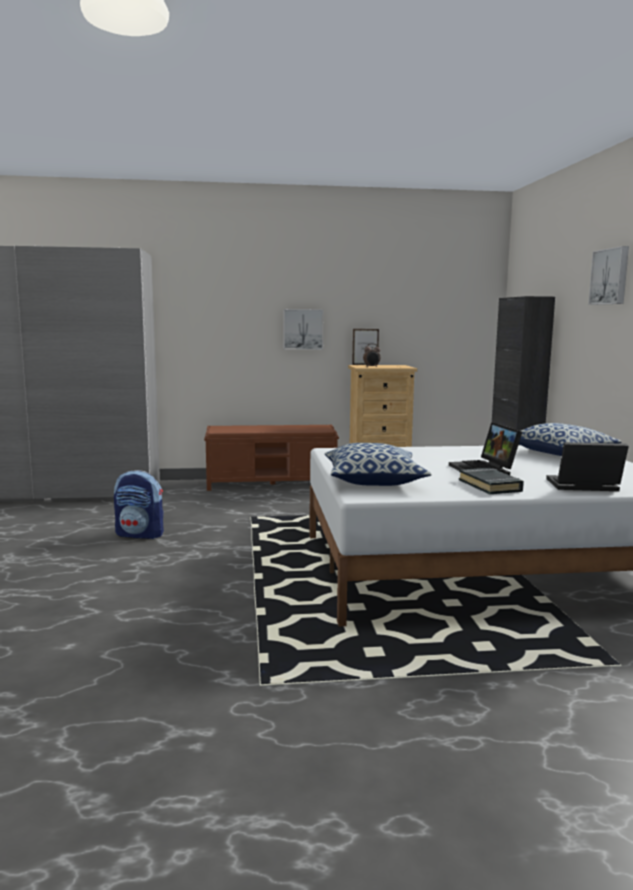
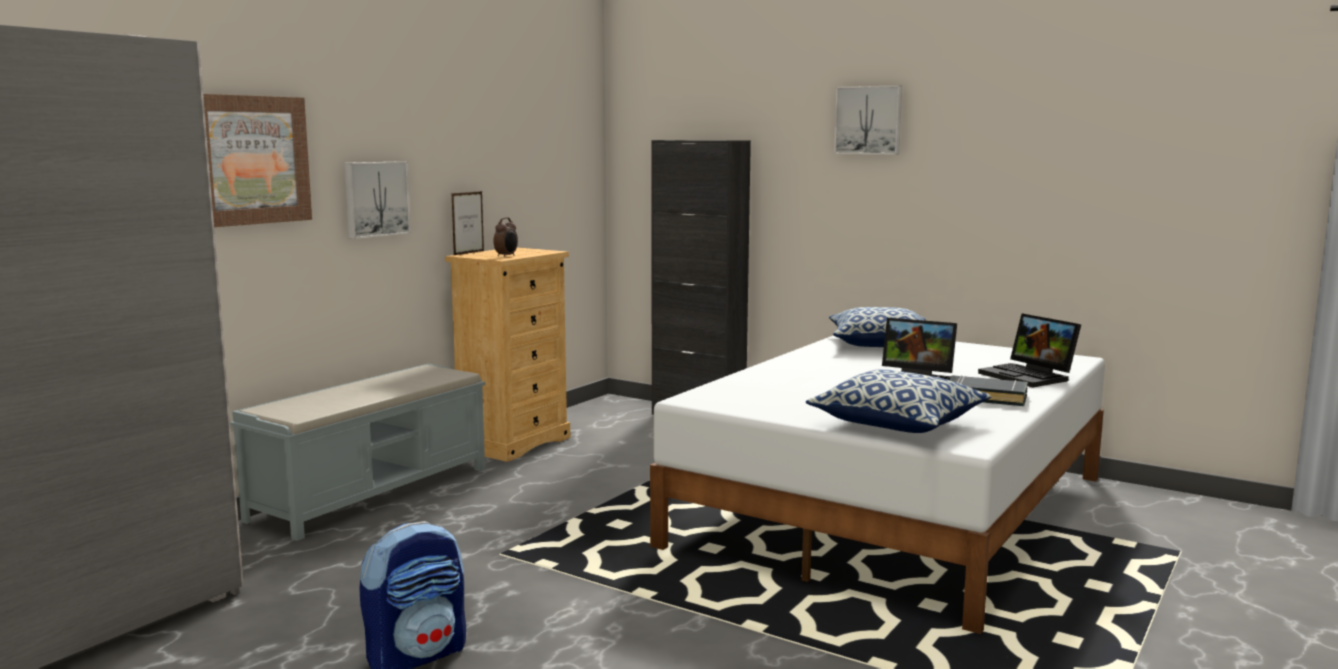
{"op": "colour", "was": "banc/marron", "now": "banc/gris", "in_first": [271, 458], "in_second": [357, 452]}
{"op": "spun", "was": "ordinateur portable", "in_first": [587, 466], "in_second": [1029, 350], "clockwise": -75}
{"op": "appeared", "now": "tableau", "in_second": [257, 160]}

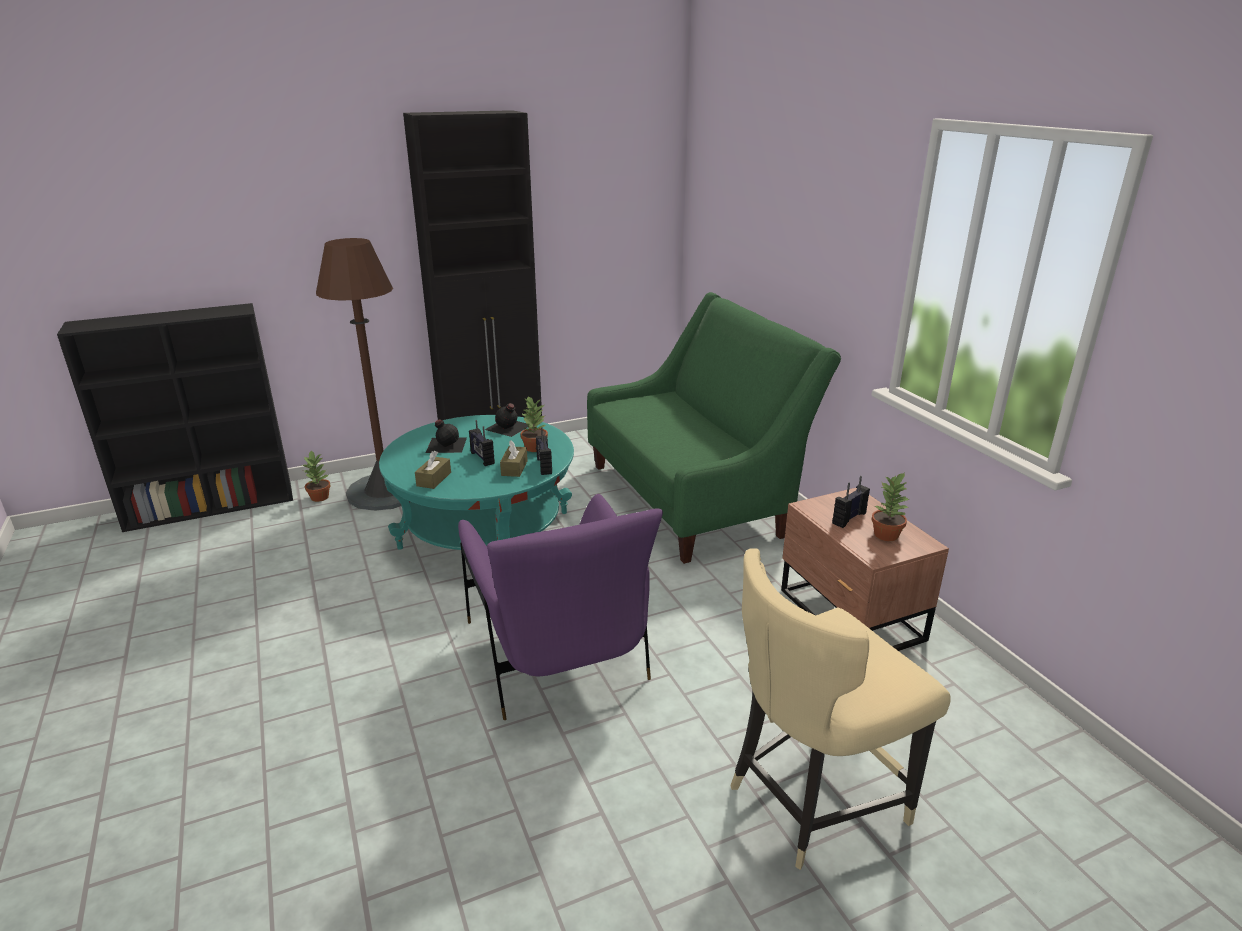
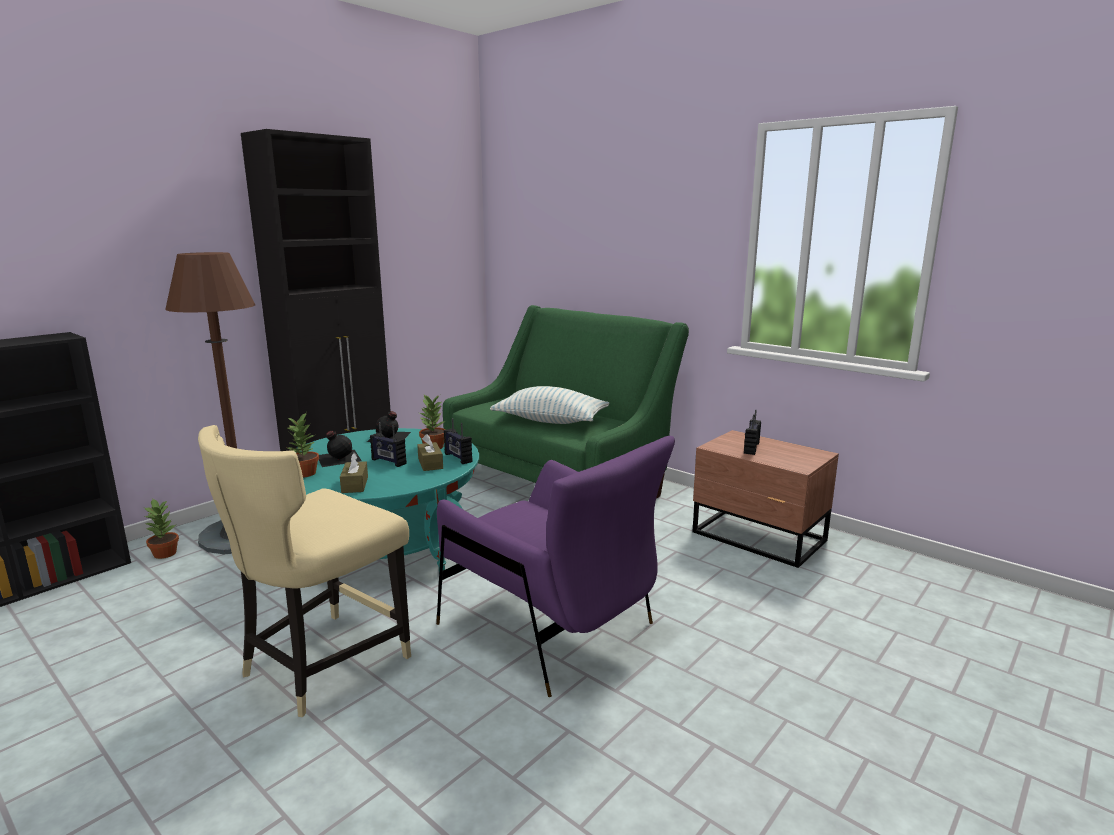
{"op": "relocated", "was": "chaise/beige", "in_first": [840, 709], "in_second": [304, 571]}
{"op": "relocated", "was": "plante en pot", "in_first": [890, 507], "in_second": [302, 445]}
{"op": "appeared", "now": "coussin", "in_second": [549, 405]}

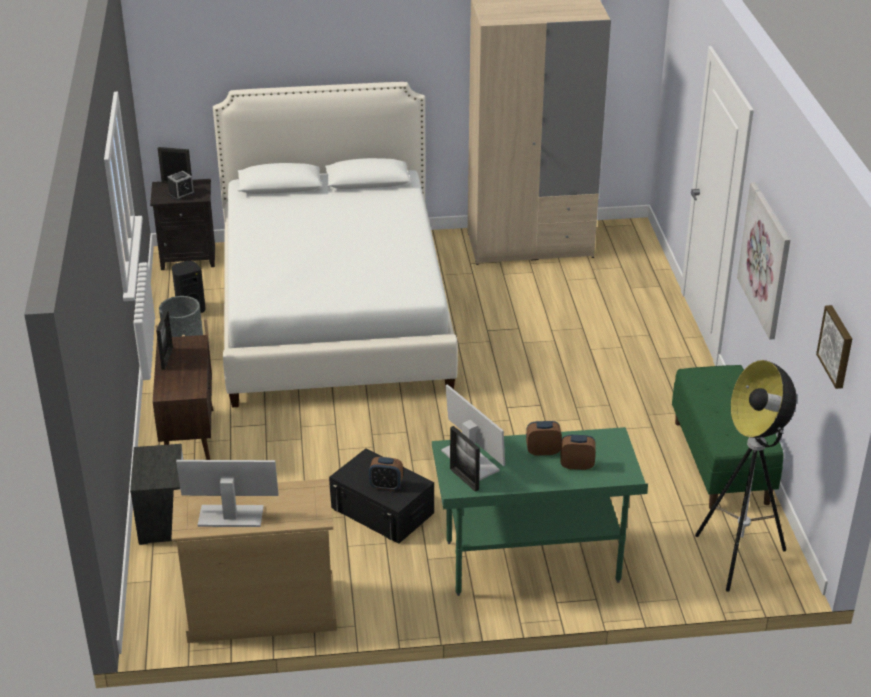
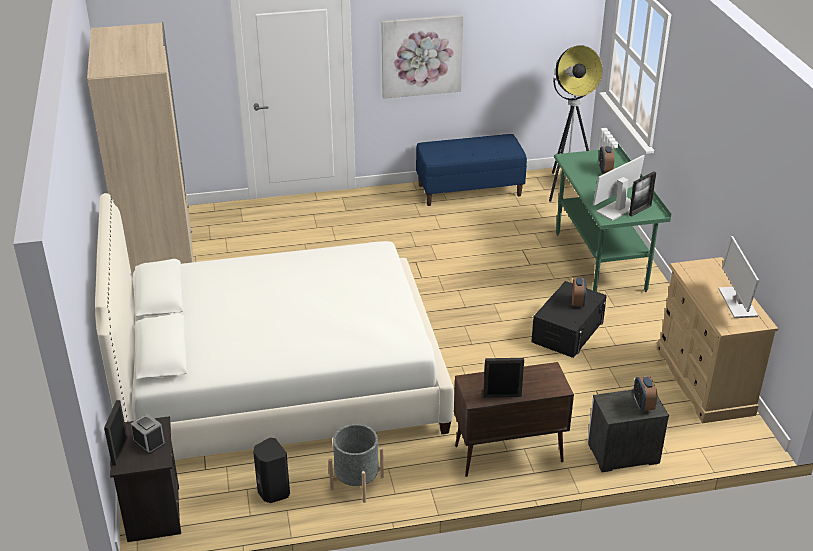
{"op": "relocated", "was": "réveil", "in_first": [544, 438], "in_second": [645, 393]}
{"op": "colour", "was": "banc/vert", "now": "banc/bleu", "in_first": [727, 437], "in_second": [471, 170]}
{"op": "missing", "was": "tableau", "in_first": [834, 347]}

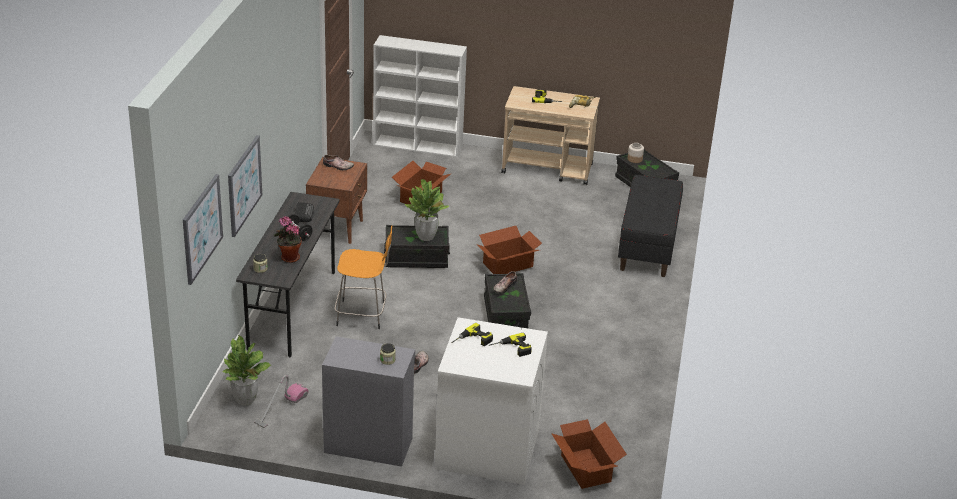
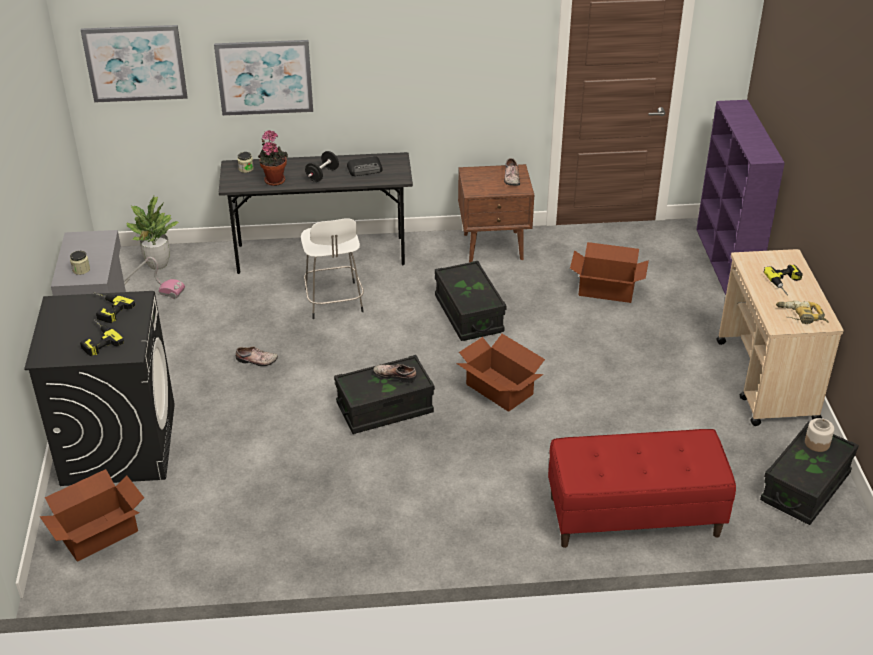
{"op": "colour", "was": "tabouret/orange", "now": "tabouret/blanc", "in_first": [363, 277], "in_second": [332, 268]}
{"op": "colour", "was": "bibliothèque/blanc", "now": "bibliothèque/violet", "in_first": [420, 96], "in_second": [740, 197]}
{"op": "missing", "was": "plante en pot", "in_first": [427, 210]}
{"op": "colour", "was": "lave-linge/blanc", "now": "lave-linge/noir", "in_first": [491, 401], "in_second": [99, 388]}
{"op": "colour", "was": "banc/noir", "now": "banc/rouge", "in_first": [650, 226], "in_second": [642, 488]}

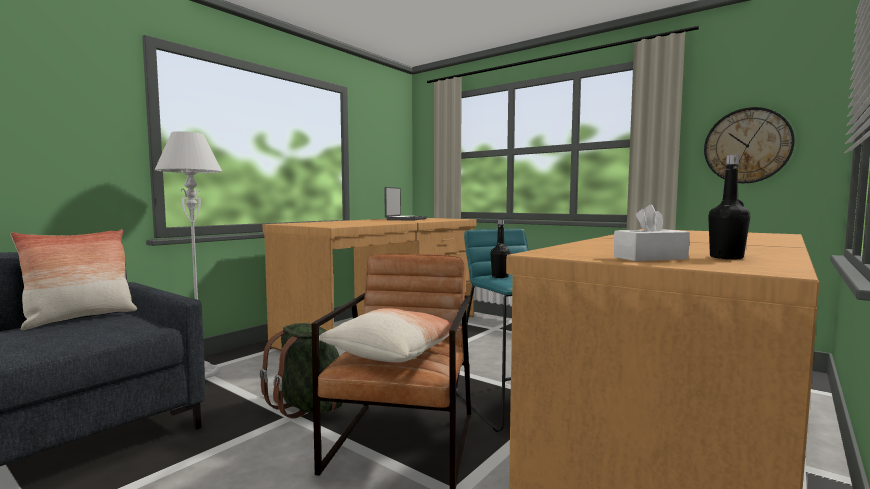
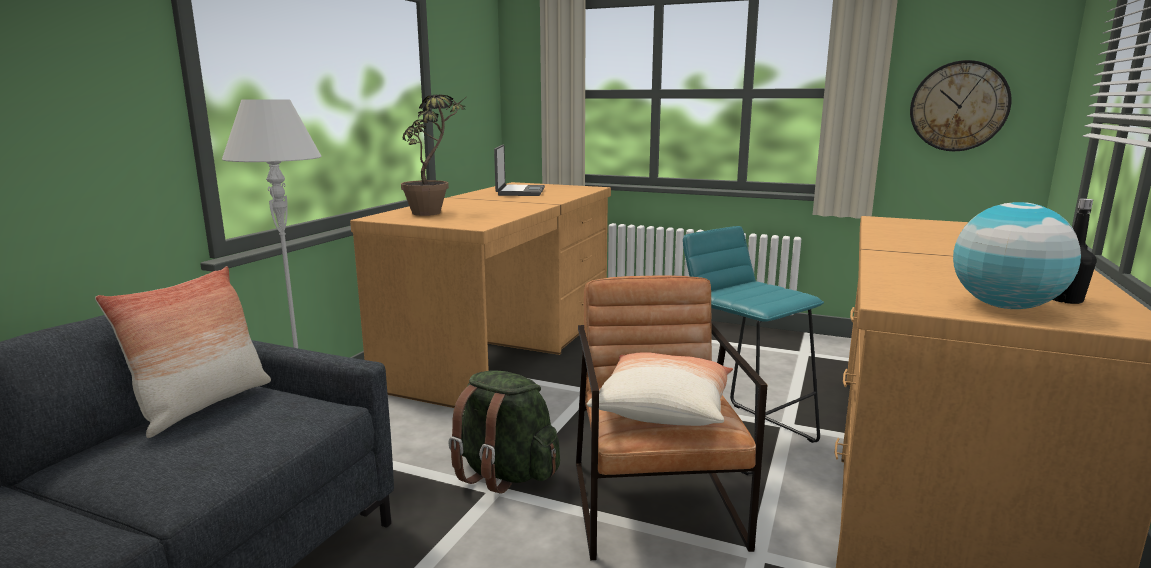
{"op": "missing", "was": "bouteille/noir", "in_first": [500, 248]}
{"op": "exchanged", "was": "boîte à mouchoirs/blanc", "now": "globe", "in_first": [651, 233], "in_second": [1017, 255]}
{"op": "appeared", "now": "plante en pot", "in_second": [433, 155]}

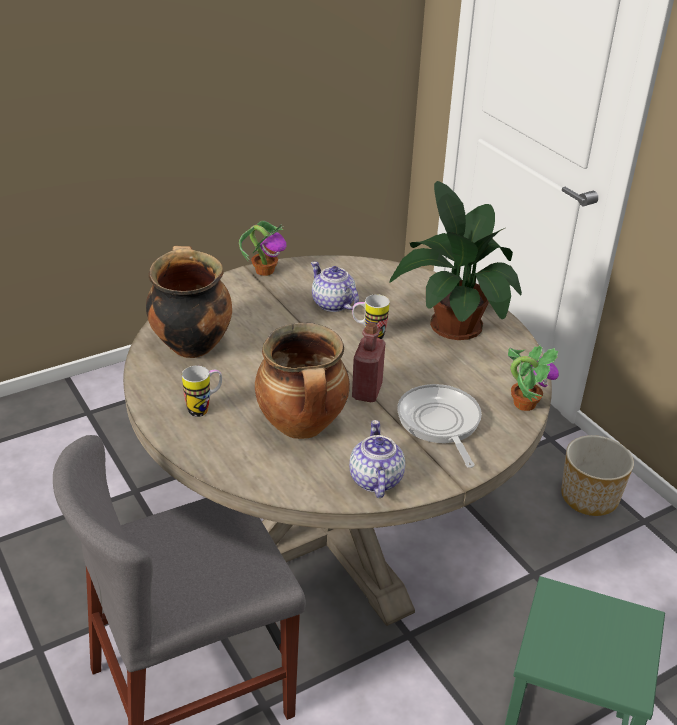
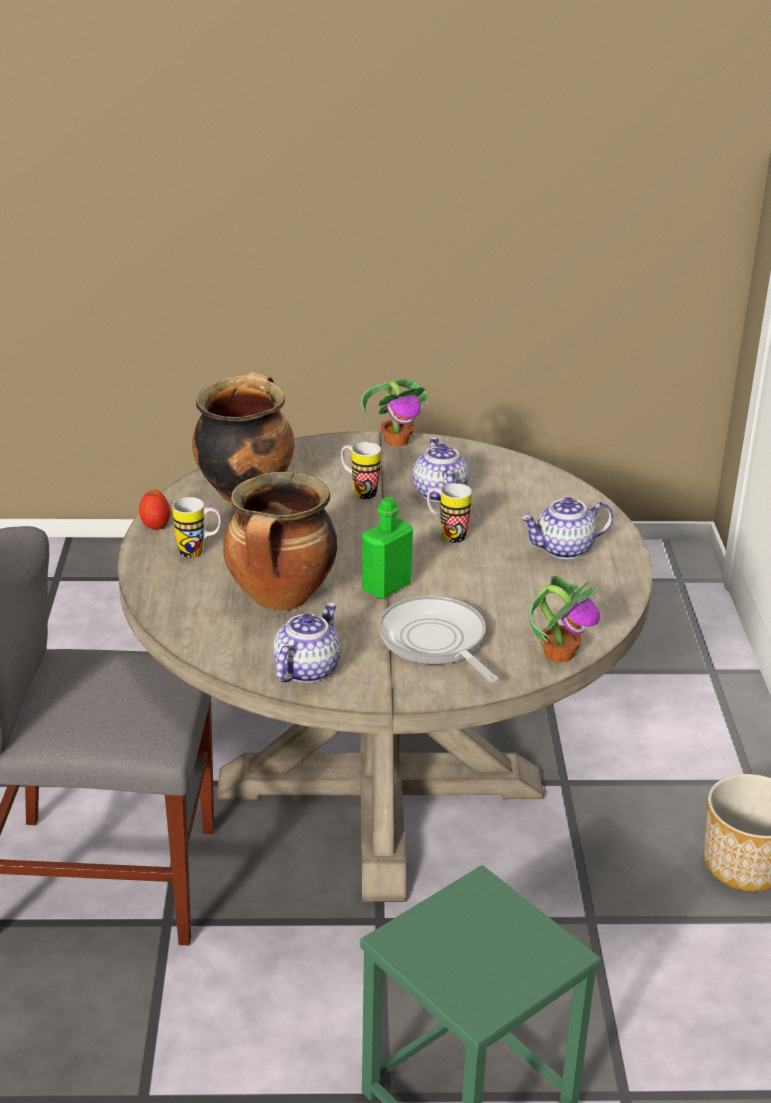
{"op": "colour", "was": "bouteille/rouge", "now": "bouteille/vert", "in_first": [368, 362], "in_second": [387, 548]}
{"op": "exchanged", "was": "plante en pot", "now": "théière", "in_first": [455, 260], "in_second": [567, 528]}
{"op": "spun", "was": "poêle", "in_first": [439, 426], "in_second": [438, 639], "clockwise": -45}
{"op": "appeared", "now": "pomme", "in_second": [155, 509]}
{"op": "appeared", "now": "mug", "in_second": [361, 470]}

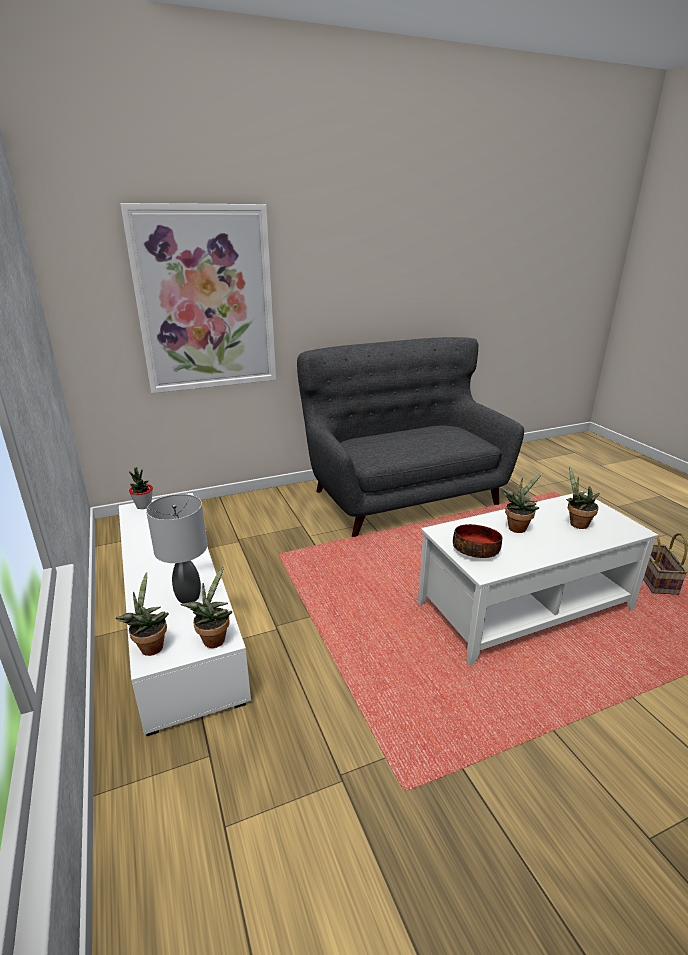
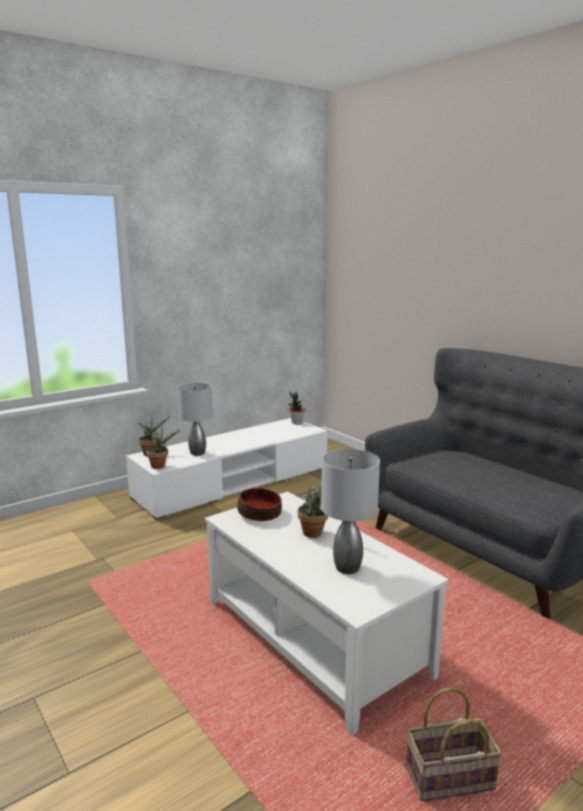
{"op": "missing", "was": "tableau", "in_first": [198, 298]}
{"op": "exchanged", "was": "plante en pot", "now": "lampe de table/gris", "in_first": [583, 497], "in_second": [350, 511]}

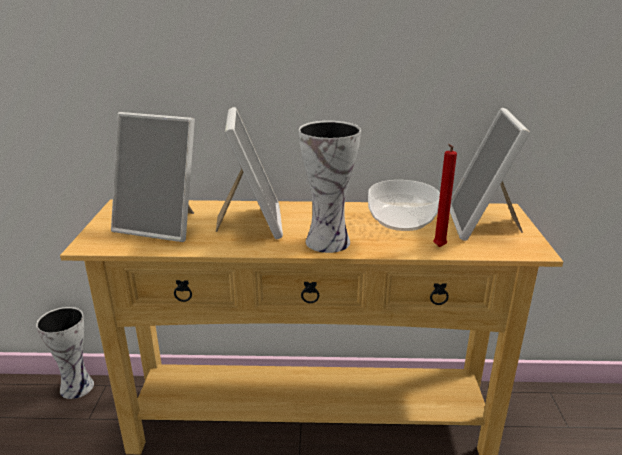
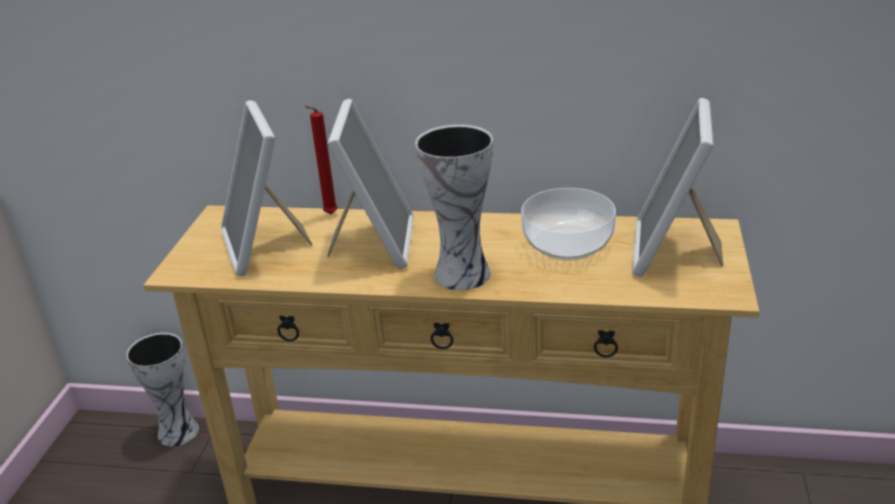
{"op": "spun", "was": "cadre photo", "in_first": [153, 177], "in_second": [266, 188], "clockwise": 45}
{"op": "relocated", "was": "bougie/rouge", "in_first": [445, 195], "in_second": [321, 160]}

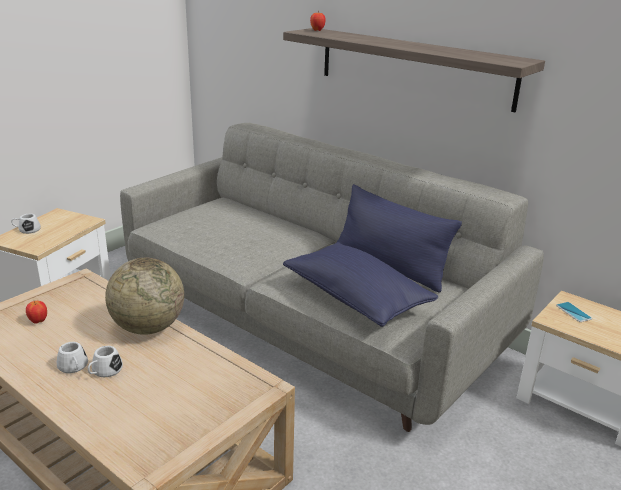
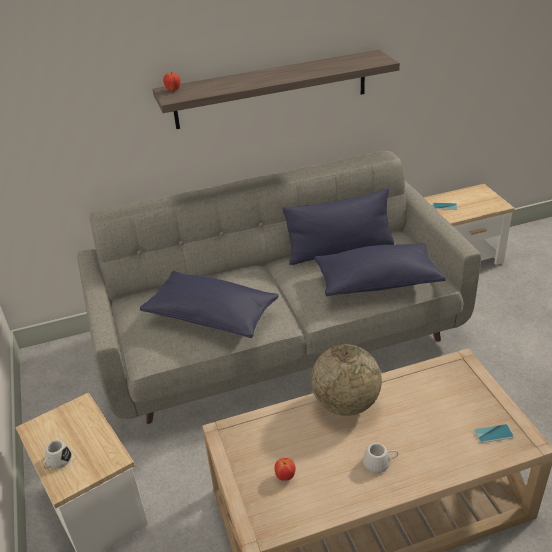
{"op": "missing", "was": "mug/blanc", "in_first": [105, 361]}
{"op": "appeared", "now": "coussin/bleu", "in_second": [209, 304]}
{"op": "appeared", "now": "téléphone", "in_second": [494, 433]}

